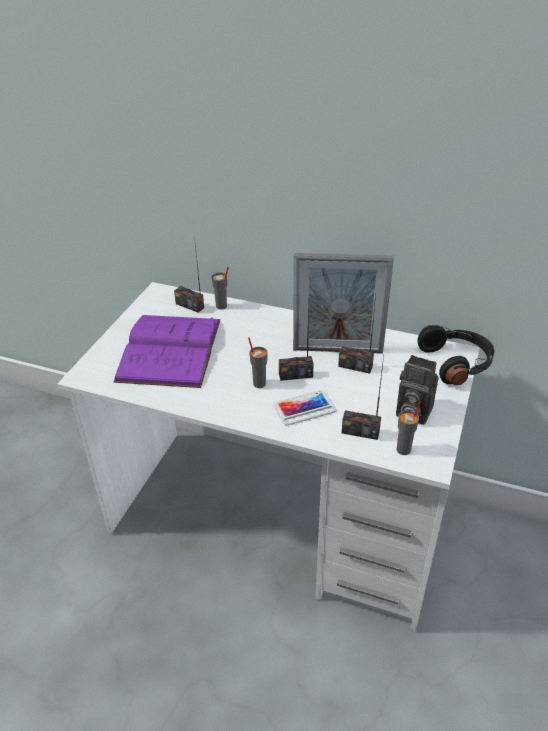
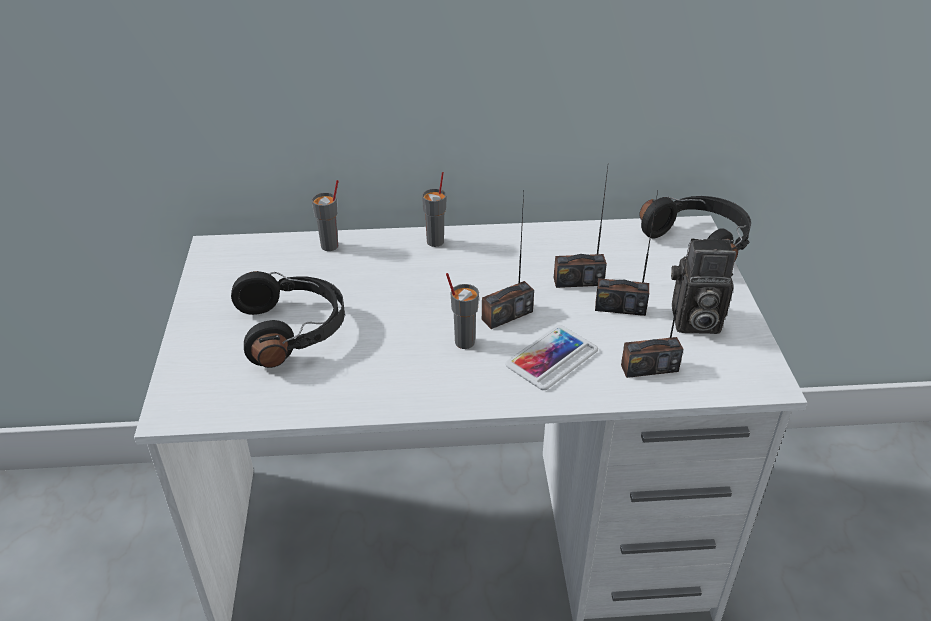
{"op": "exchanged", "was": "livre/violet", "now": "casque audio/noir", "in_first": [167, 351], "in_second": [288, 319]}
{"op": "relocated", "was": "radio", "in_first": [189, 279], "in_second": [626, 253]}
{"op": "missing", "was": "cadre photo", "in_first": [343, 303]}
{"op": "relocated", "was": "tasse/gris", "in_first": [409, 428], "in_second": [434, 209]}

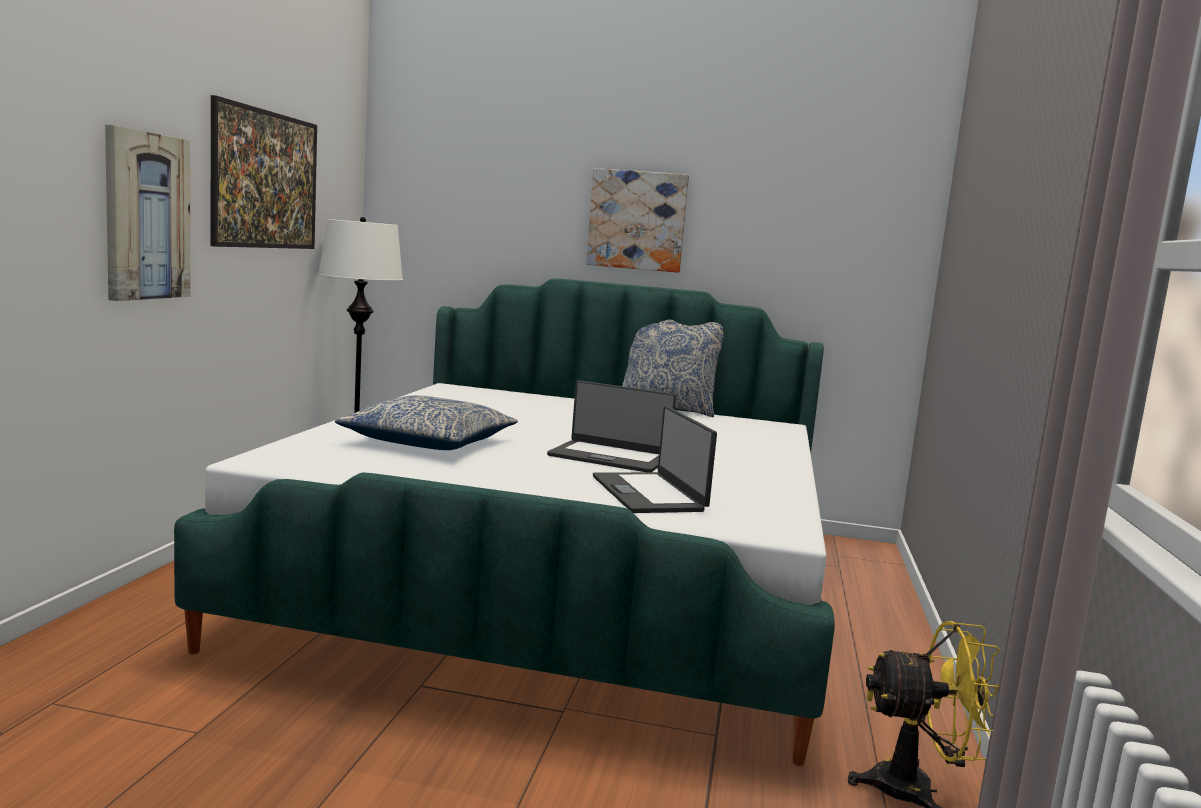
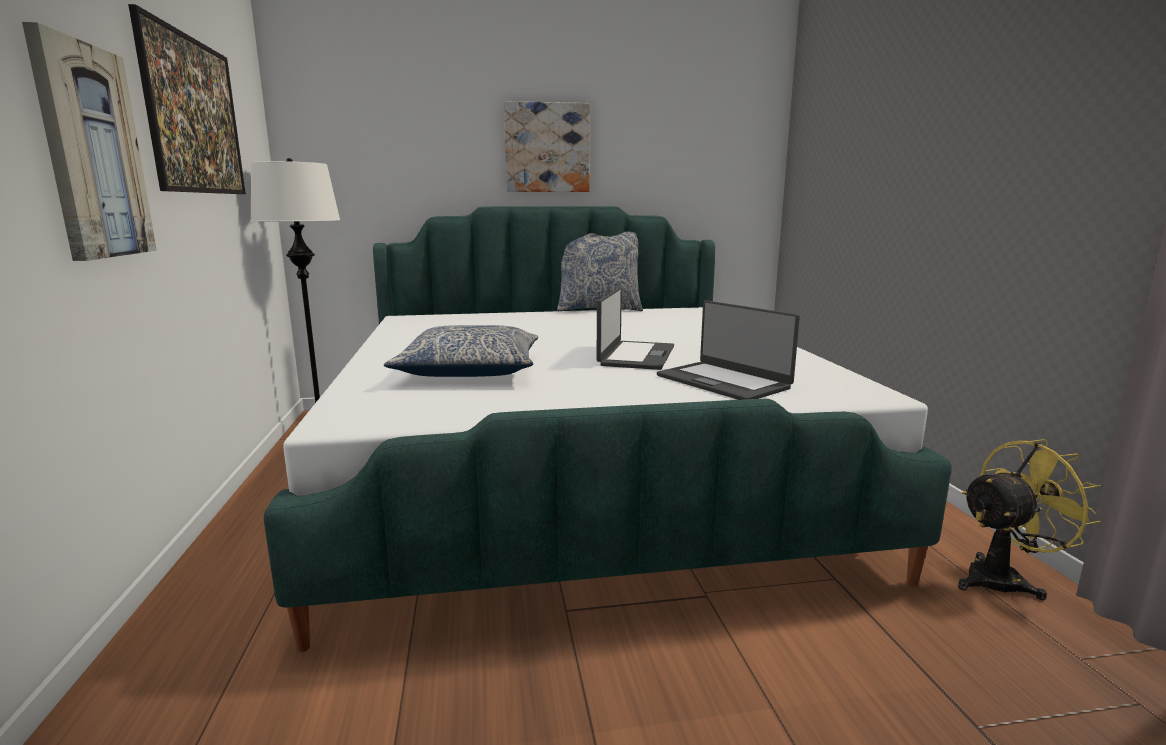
{"op": "spun", "was": "ordinateur portable", "in_first": [612, 426], "in_second": [635, 328], "clockwise": -75}

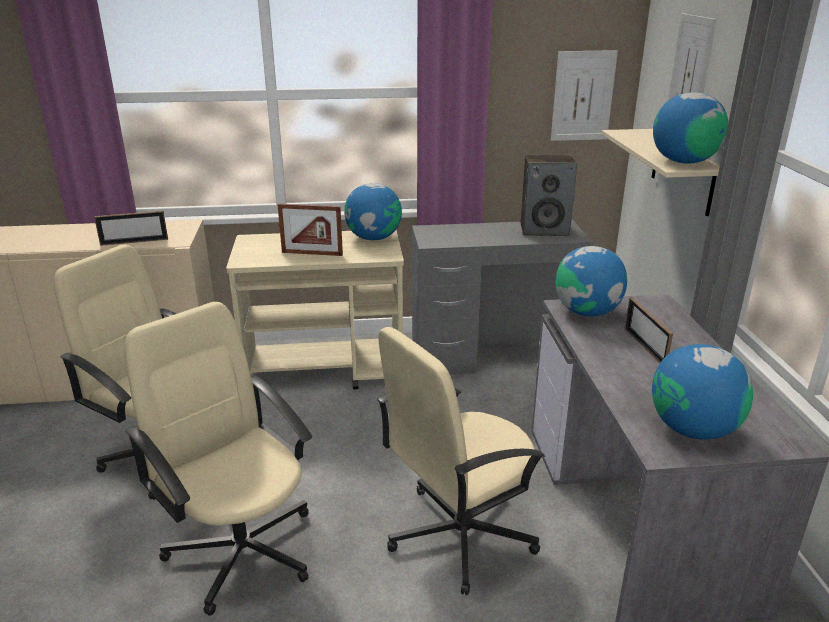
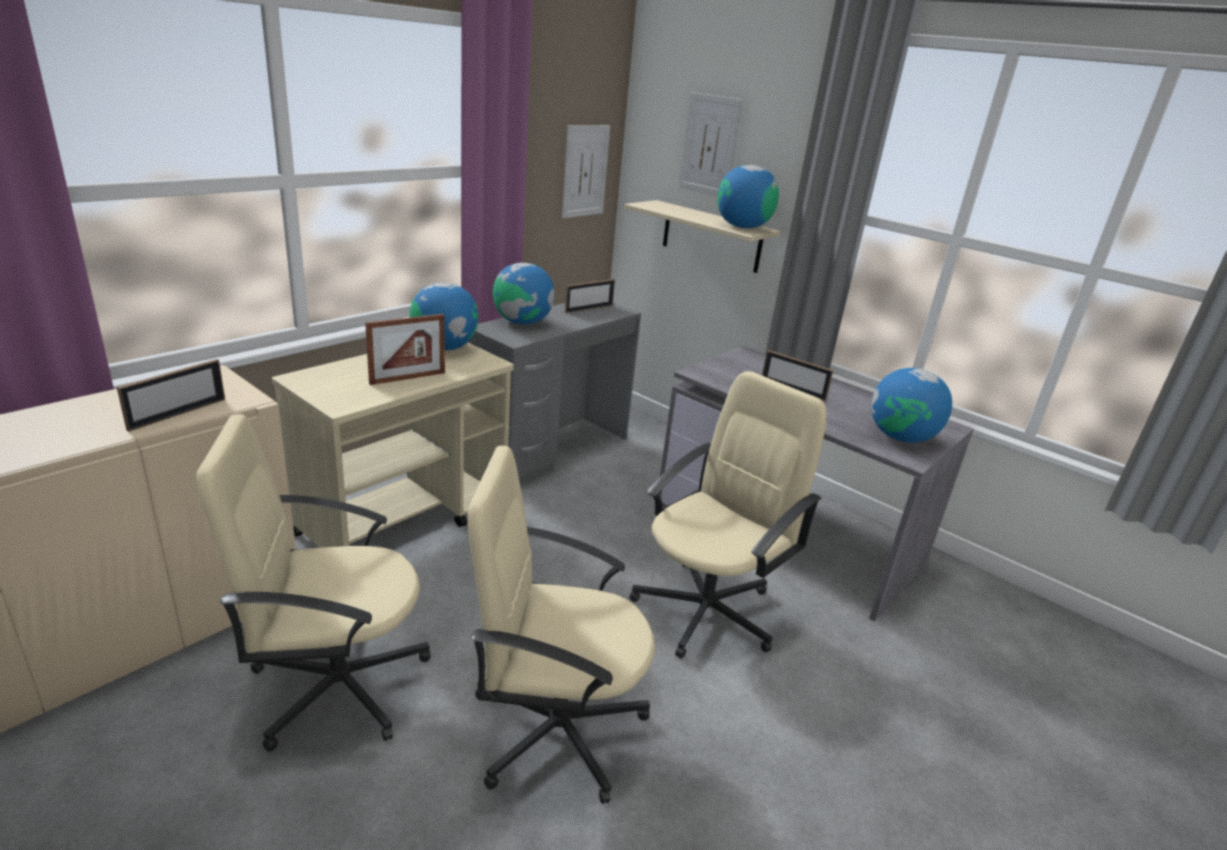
{"op": "spun", "was": "chaise de bureau/beige", "in_first": [461, 461], "in_second": [728, 515], "clockwise": -150}
{"op": "exchanged", "was": "enceinte", "now": "cadre photo", "in_first": [549, 195], "in_second": [590, 296]}
{"op": "relocated", "was": "globe", "in_first": [591, 281], "in_second": [524, 293]}

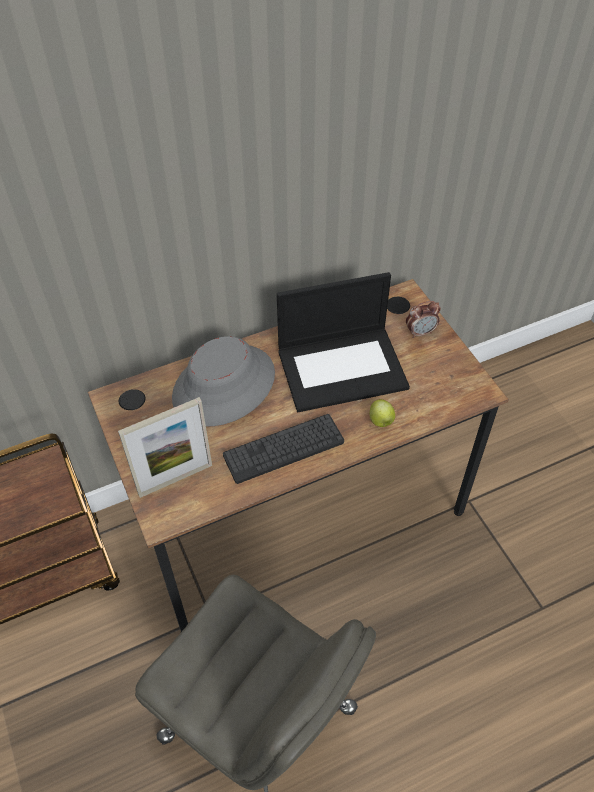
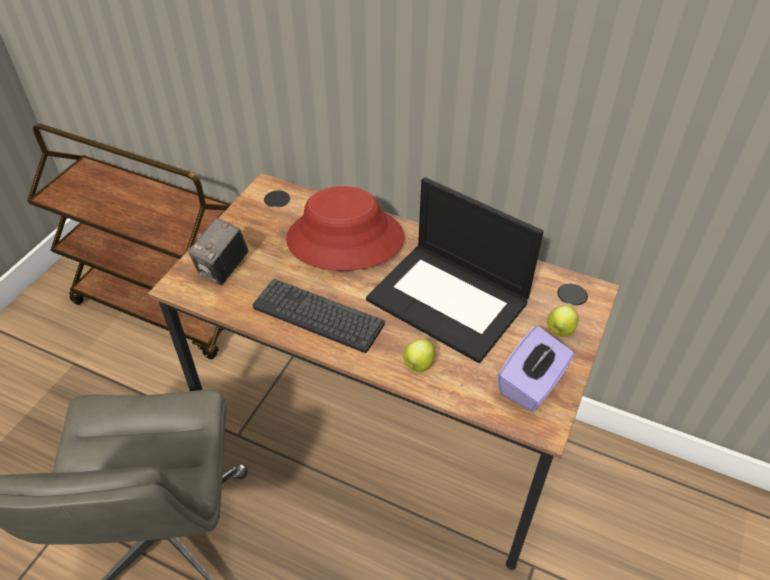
{"op": "exchanged", "was": "cadre photo", "now": "appareil photo", "in_first": [165, 447], "in_second": [218, 251]}
{"op": "colour", "was": "chapeau/gris", "now": "chapeau/rouge", "in_first": [223, 381], "in_second": [345, 228]}
{"op": "exchanged", "was": "réveil", "now": "pomme", "in_first": [423, 319], "in_second": [562, 321]}
{"op": "appeared", "now": "boîte à mouchoirs/violet", "in_second": [535, 369]}

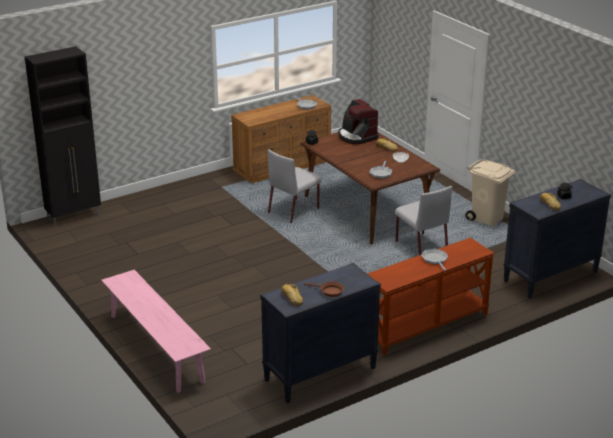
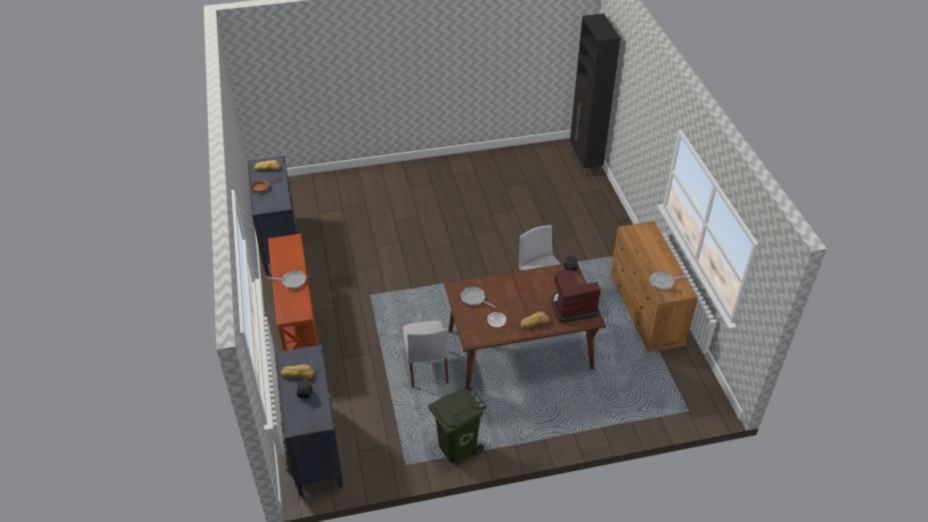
{"op": "missing", "was": "banc/rose", "in_first": [156, 331]}
{"op": "spun", "was": "chaise/gris", "in_first": [423, 220], "in_second": [426, 354], "clockwise": -90}
{"op": "colour", "was": "poubelle/beige", "now": "poubelle/vert", "in_first": [491, 192], "in_second": [457, 425]}

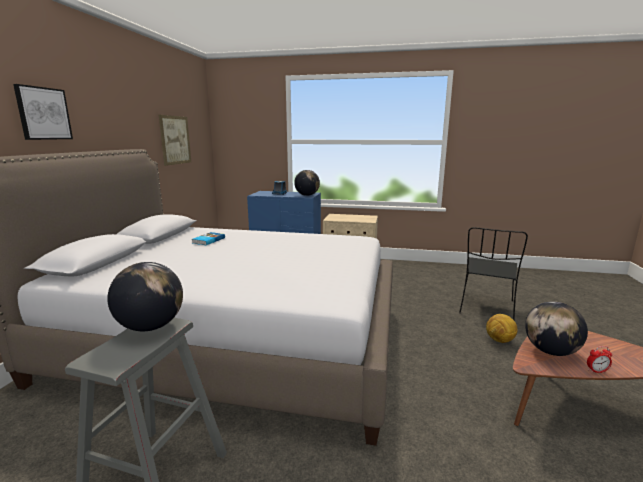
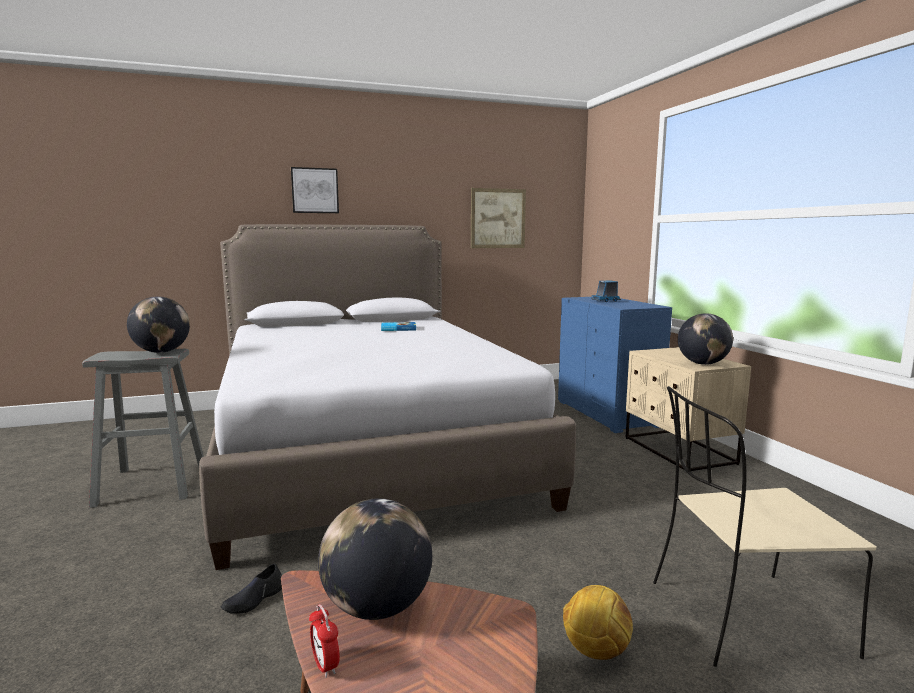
{"op": "relocated", "was": "globe", "in_first": [307, 183], "in_second": [705, 339]}
{"op": "colour", "was": "chaise/noir", "now": "chaise/beige", "in_first": [493, 274], "in_second": [765, 526]}
{"op": "appeared", "now": "chaussure/noir", "in_second": [251, 588]}

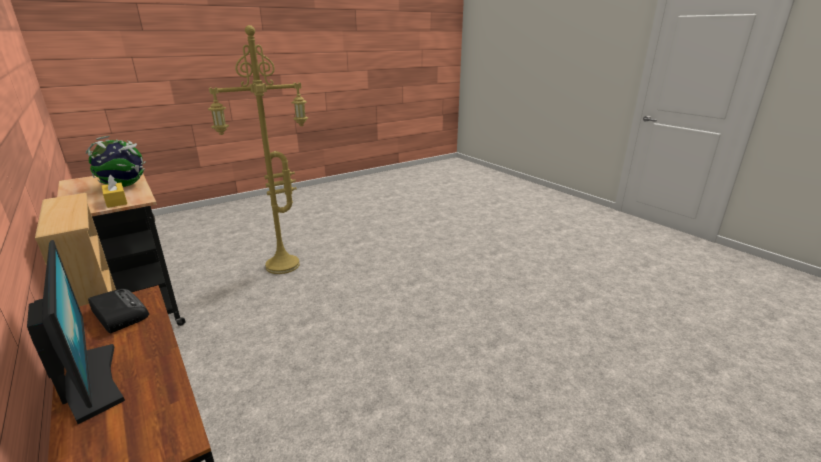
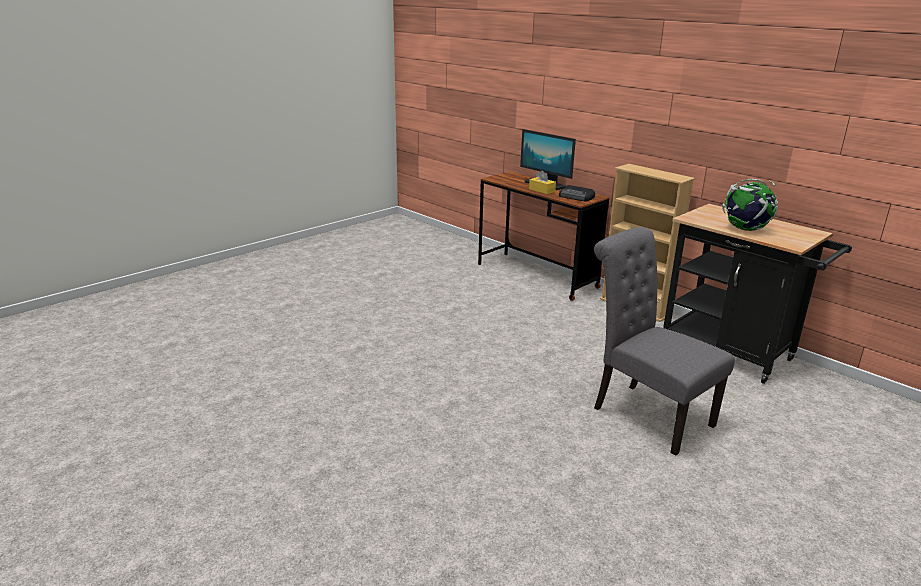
{"op": "relocated", "was": "boîte à mouchoirs/jaune", "in_first": [114, 191], "in_second": [542, 182]}
{"op": "exchanged", "was": "lampadaire/jaune", "now": "chaise/gris", "in_first": [258, 149], "in_second": [664, 341]}

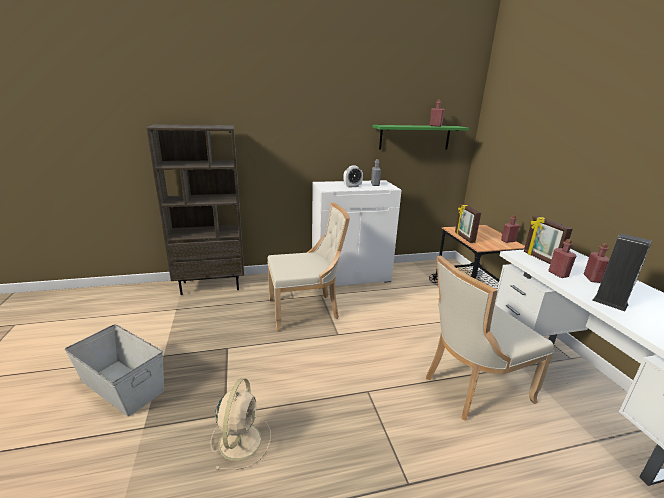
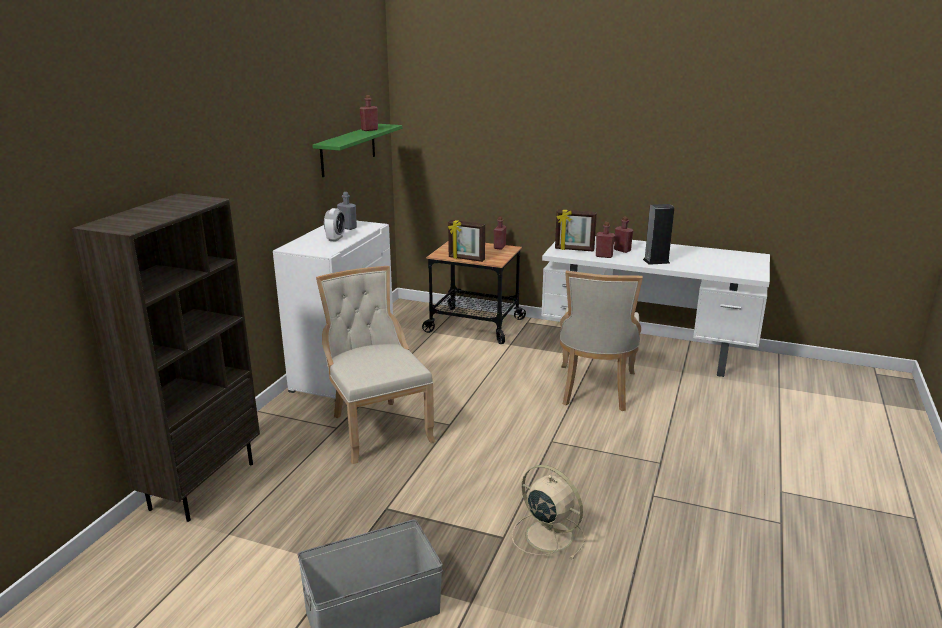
{"op": "spun", "was": "chaise/beige", "in_first": [308, 266], "in_second": [376, 365], "clockwise": -45}

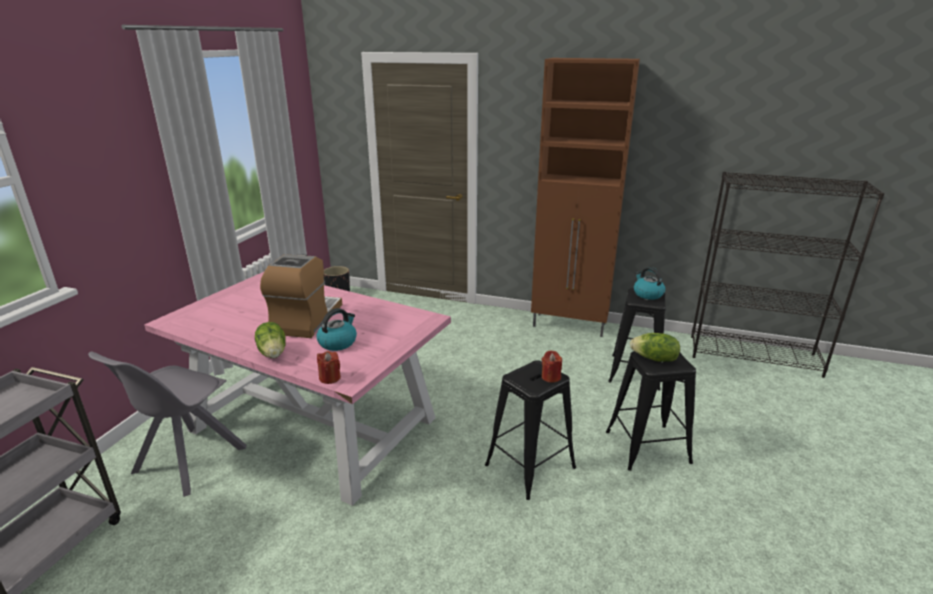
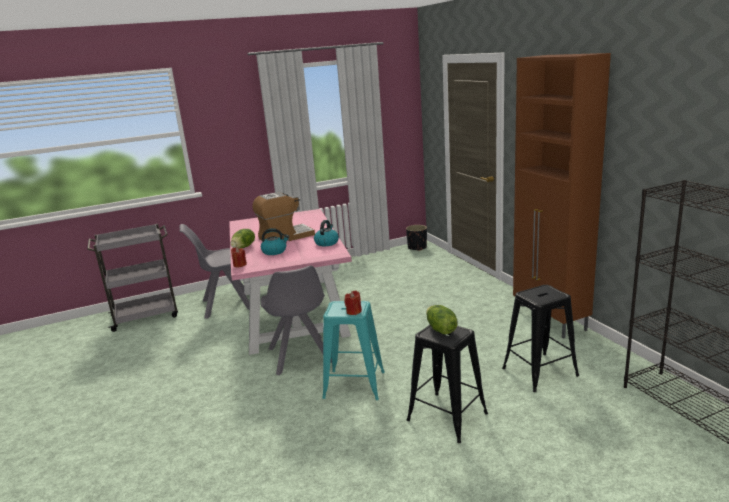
{"op": "colour", "was": "tabouret/noir", "now": "tabouret/turquoise", "in_first": [530, 430], "in_second": [353, 350]}
{"op": "relocated", "was": "bouilloire", "in_first": [649, 283], "in_second": [326, 233]}
{"op": "appeared", "now": "chaise/gris", "in_second": [296, 320]}

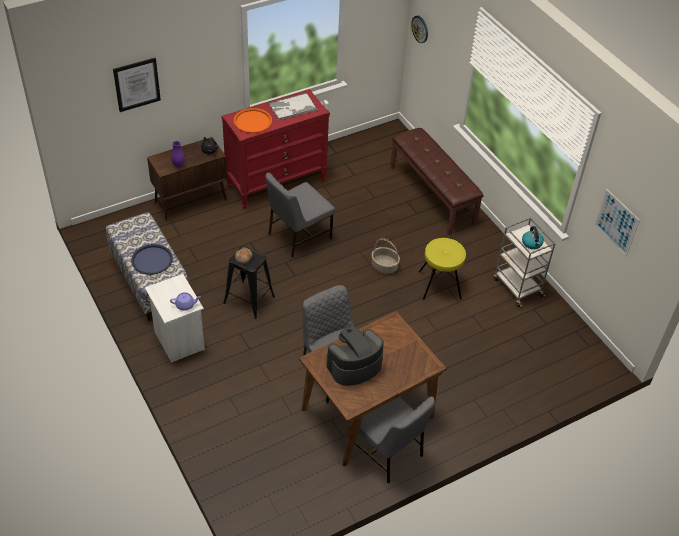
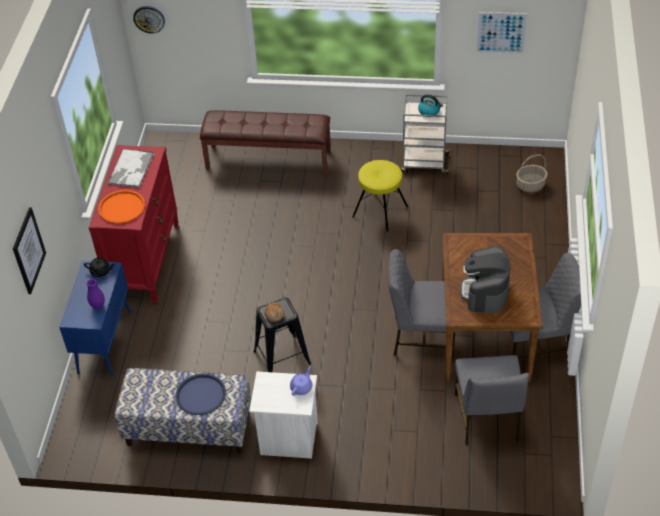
{"op": "colour", "was": "meuble de rangement/marron", "now": "meuble de rangement/bleu", "in_first": [187, 179], "in_second": [95, 318]}
{"op": "relocated", "was": "chaise/gris", "in_first": [300, 215], "in_second": [492, 400]}
{"op": "relocated", "was": "panier", "in_first": [385, 256], "in_second": [532, 173]}

